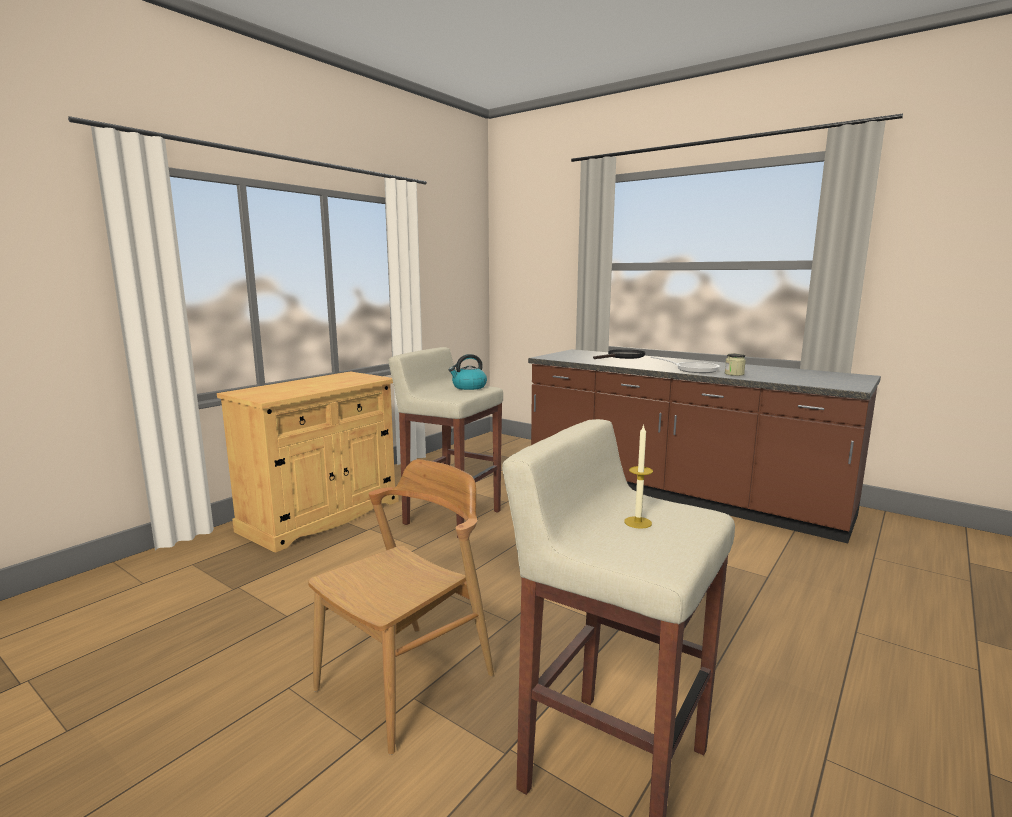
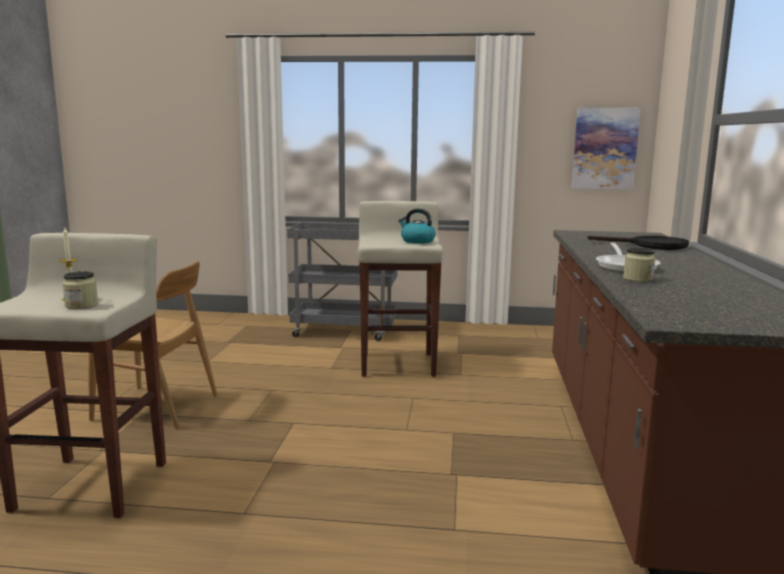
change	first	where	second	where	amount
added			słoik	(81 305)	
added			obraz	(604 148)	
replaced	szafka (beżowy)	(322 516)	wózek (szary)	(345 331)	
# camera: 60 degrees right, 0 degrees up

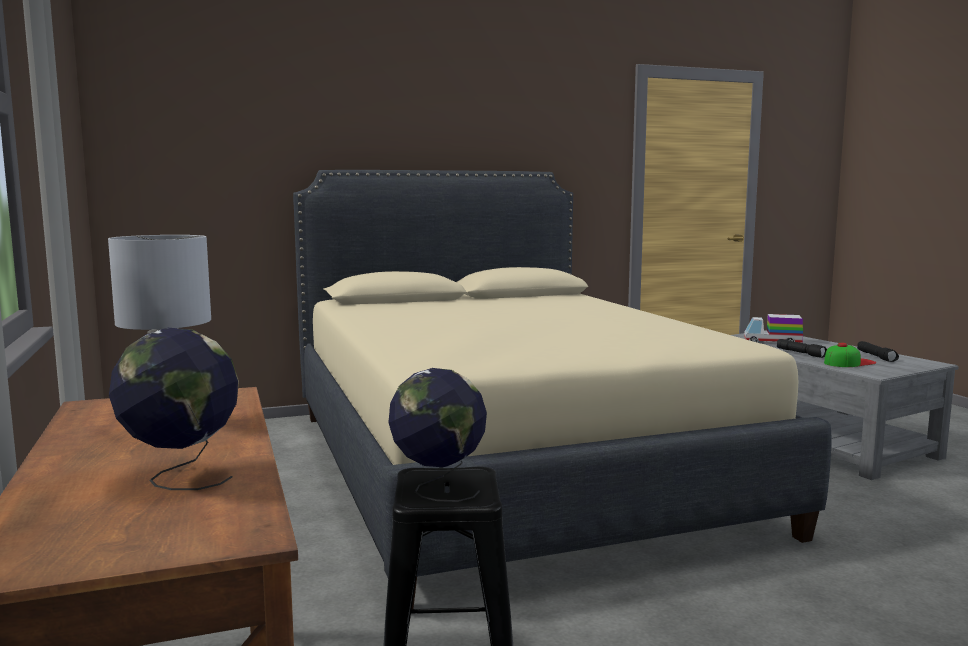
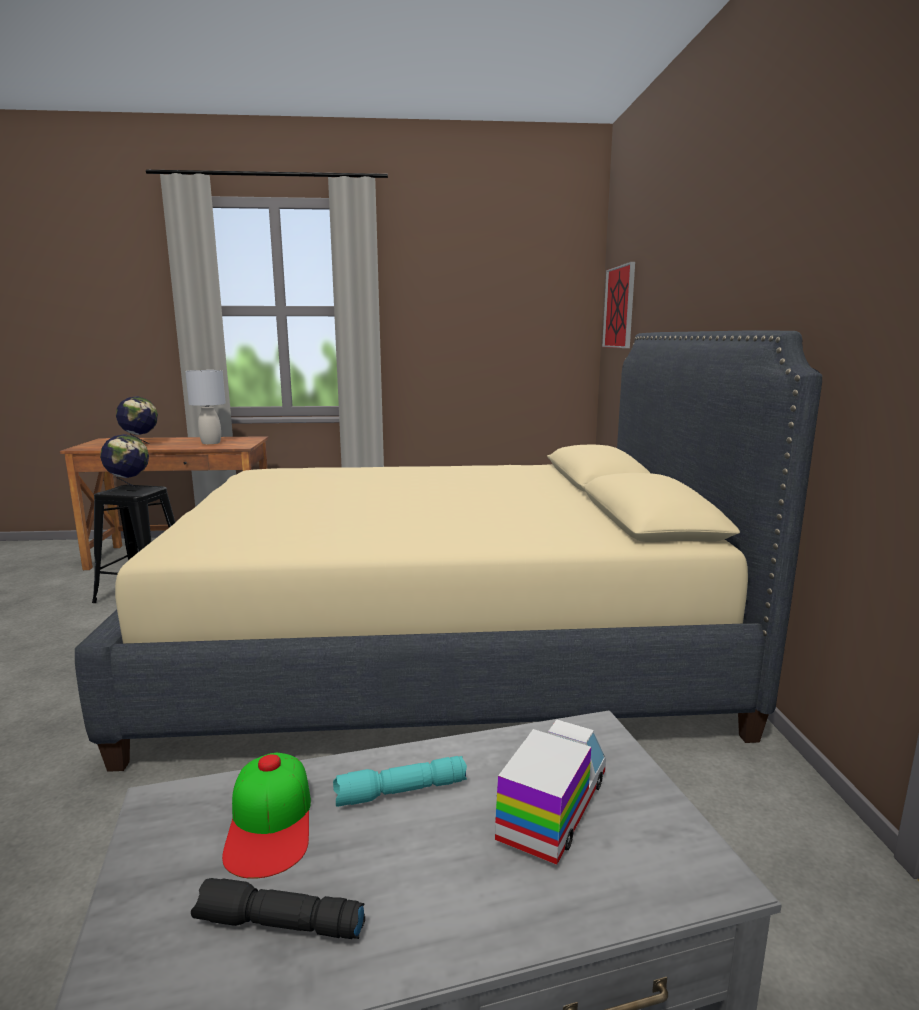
change	first	where	second	where	amount
added			obraz	(619 307)	
recoloured	latarka (czarny)	(801 353)	latarka (turkusowy)	(400 793)	
# camera: 105 degrees right, 5 degrees up

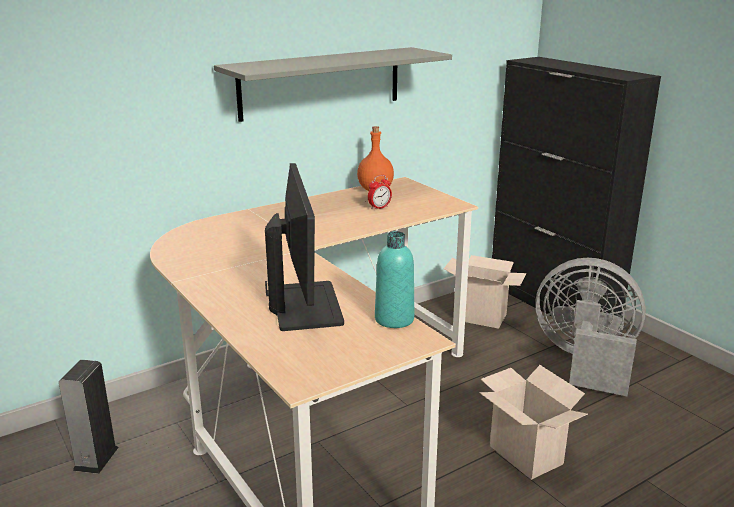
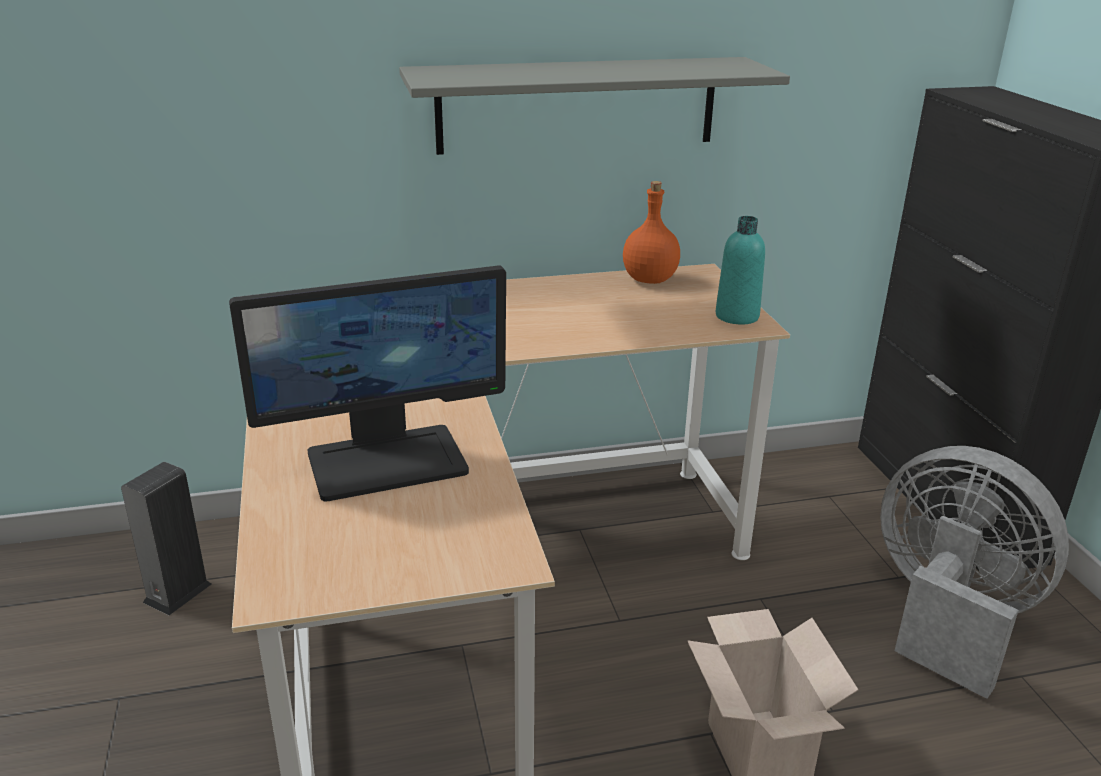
change	first	where	second	where	amount
removed	budzik	(379 207)			
removed	karton	(483 317)			
moved	butelka (turkusowy)	(394 319)		(737 316)	
turned	monitor	(304 305)		(387 460)	60 degrees clockwise
# camera: 20 degrees right, 5 degrees up

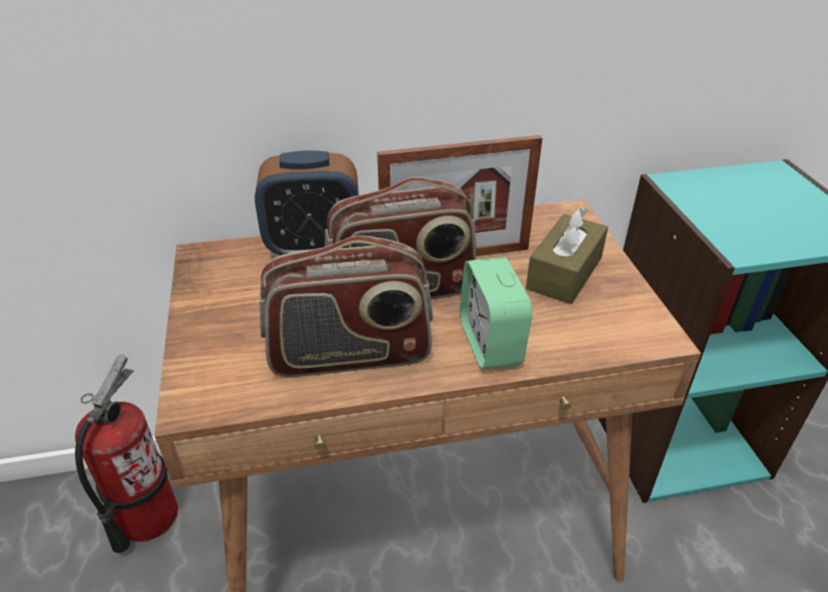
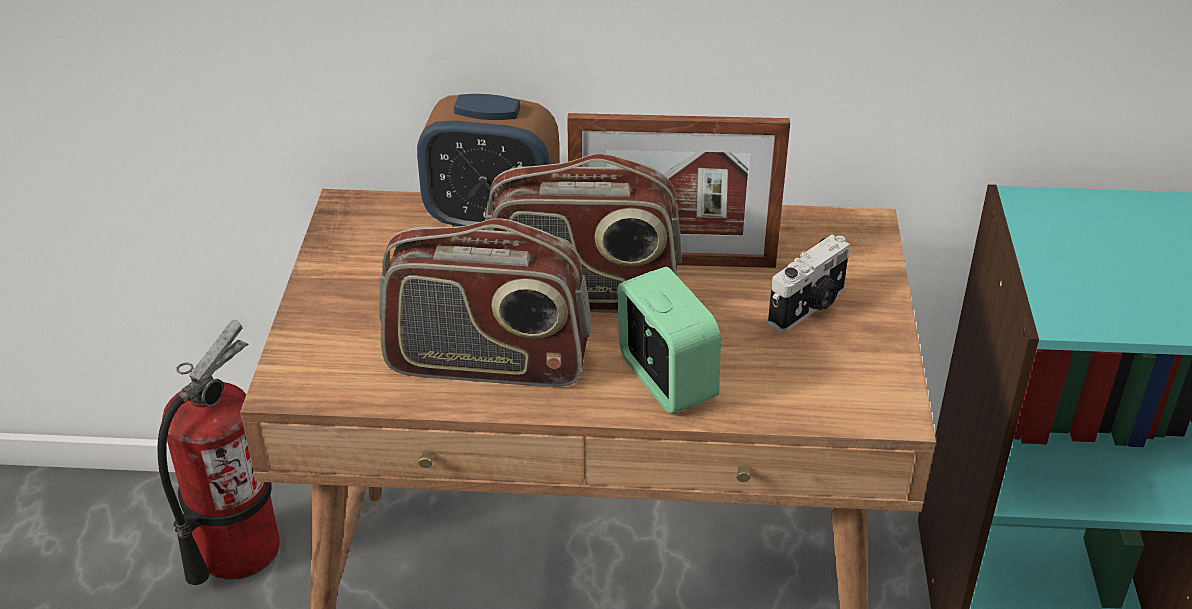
change	first	where	second	where	amount
replaced	pudełko chusteczek (brązowy)	(564 273)	aparat fotograficzny	(809 307)	
turned	budzik	(490 343)		(666 379)	150 degrees clockwise
# camera: 15 degrees right, 0 degrees up

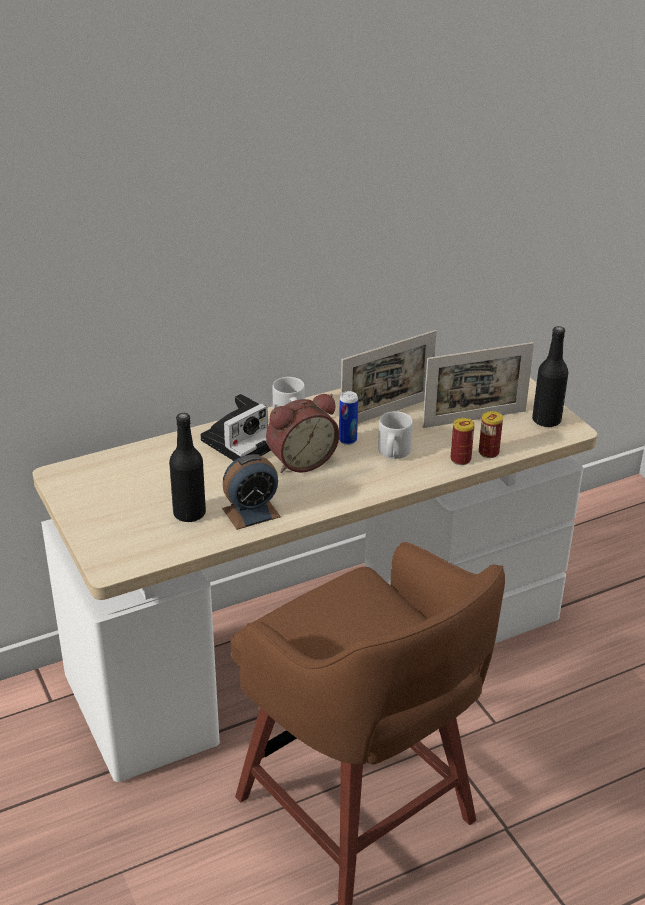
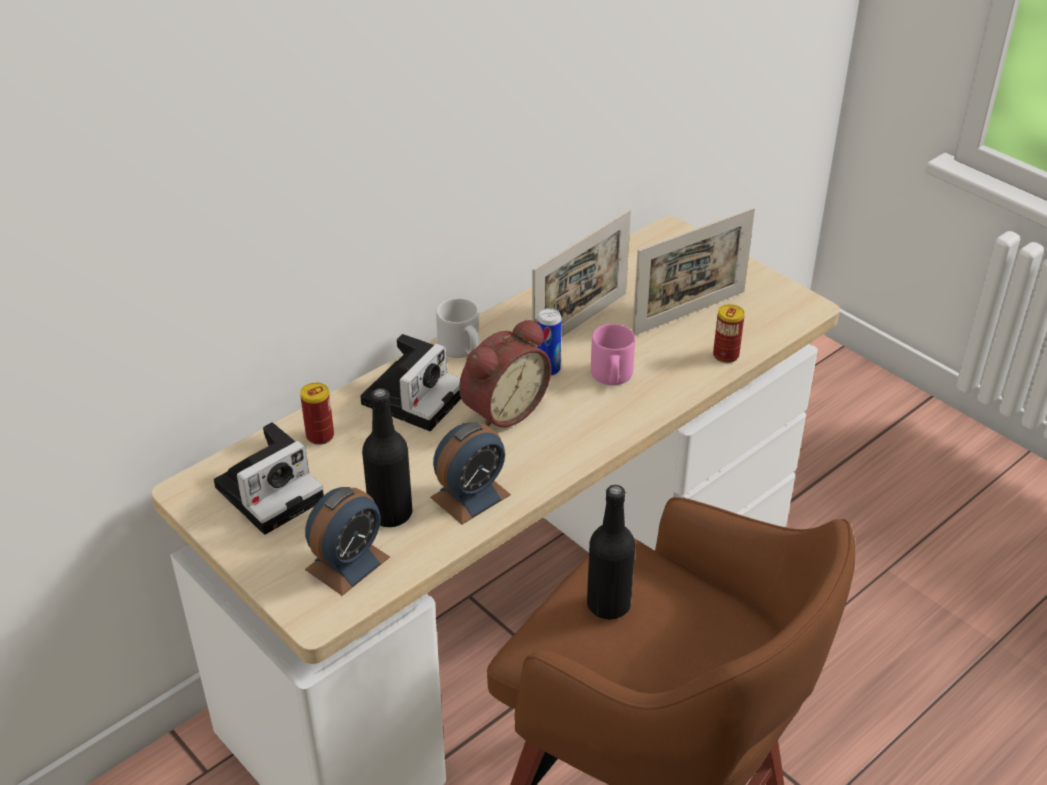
change	first	where	second	where	amount
added			aparat fotograficzny	(272 491)	
added			budzik	(347 563)	
moved	puszka	(460 459)		(320 436)	
moved	butelka (czarny)	(546 420)		(608 604)	
recoloured	kubek (szary)	(393 452)	kubek (różowy)	(611 376)	
# camera: 15 degrees left, 5 degrees up

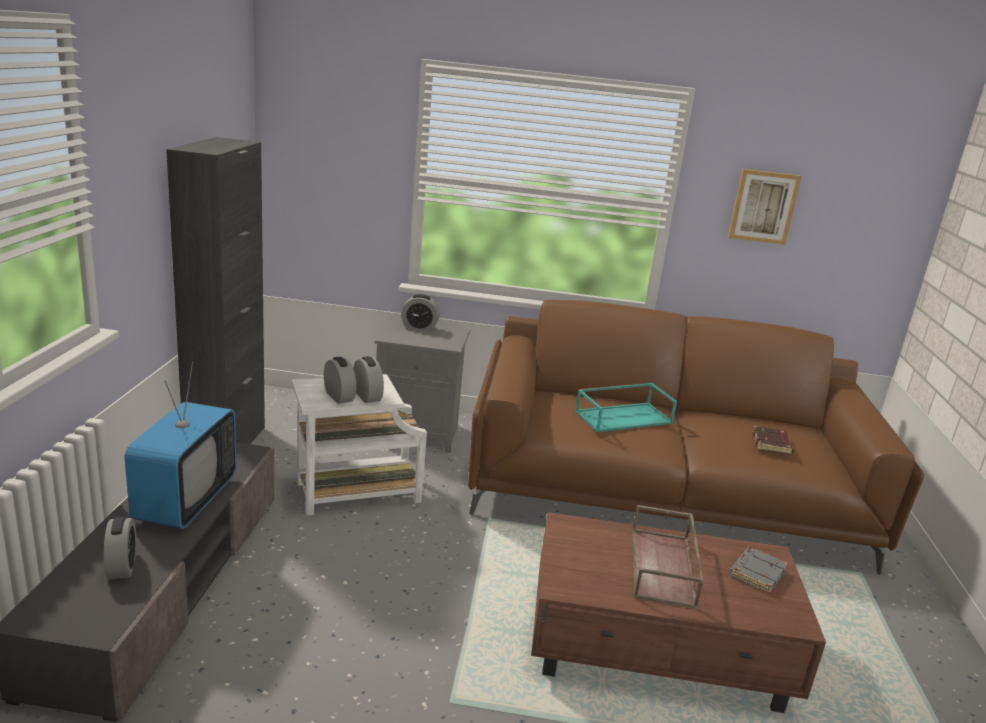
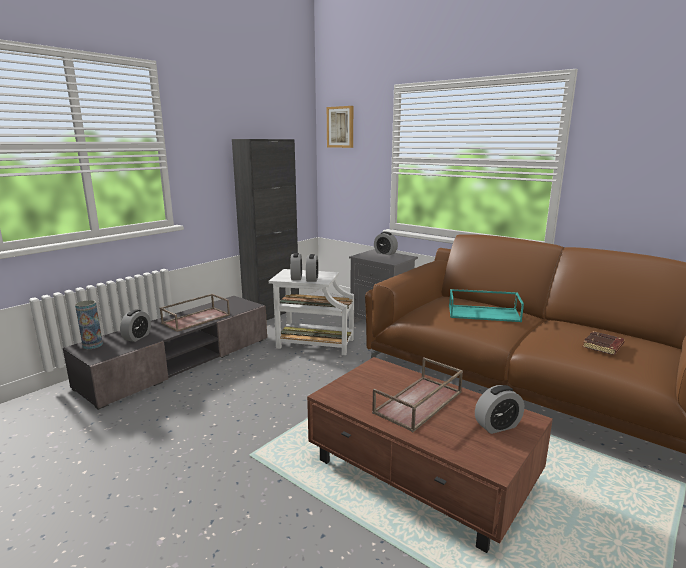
change	first	where	second	where	amount
added			wazon	(92 345)	
moved	obraz	(763 206)		(340 127)	
replaced	telewizor	(186 501)	taca (brązowy)	(196 319)	
replaced	książka (szary)	(756 573)	budzik	(497 426)	
# camera: 35 degrees right, 5 degrees down

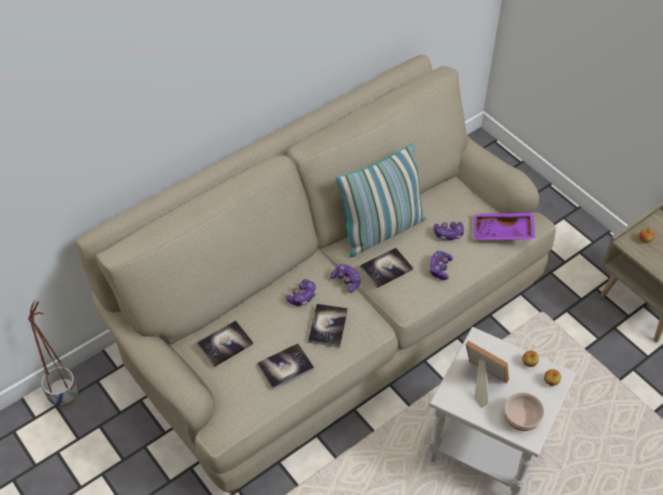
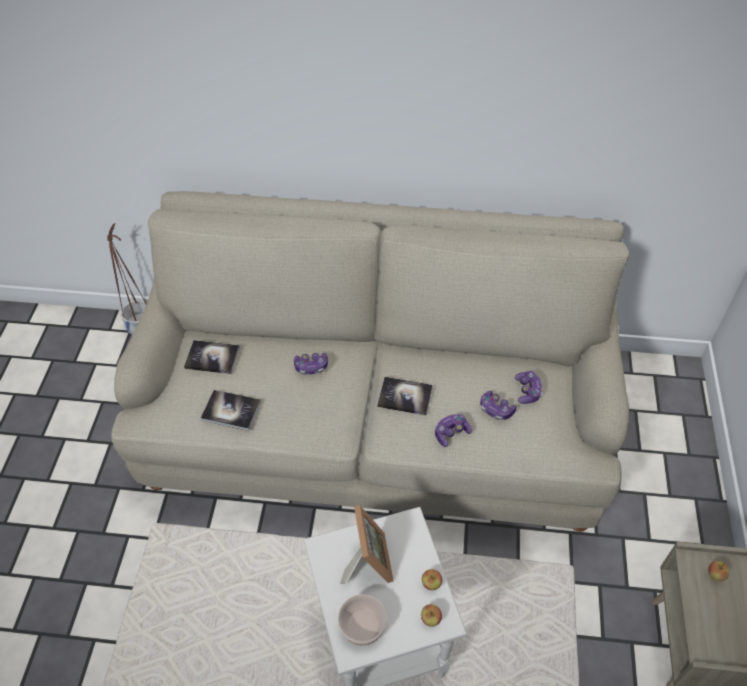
change	first	where	second	where	amount
removed	książka	(328 326)			
removed	poduszka	(382 231)			
removed	taca (fioletowy)	(502 233)			
moved	pad do gier	(346 281)		(527 391)	
# camera: 45 degrees right, 0 degrees up

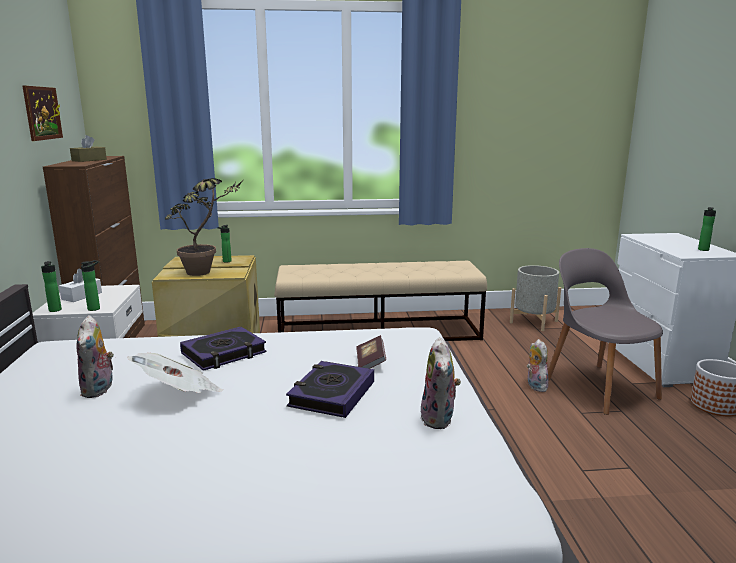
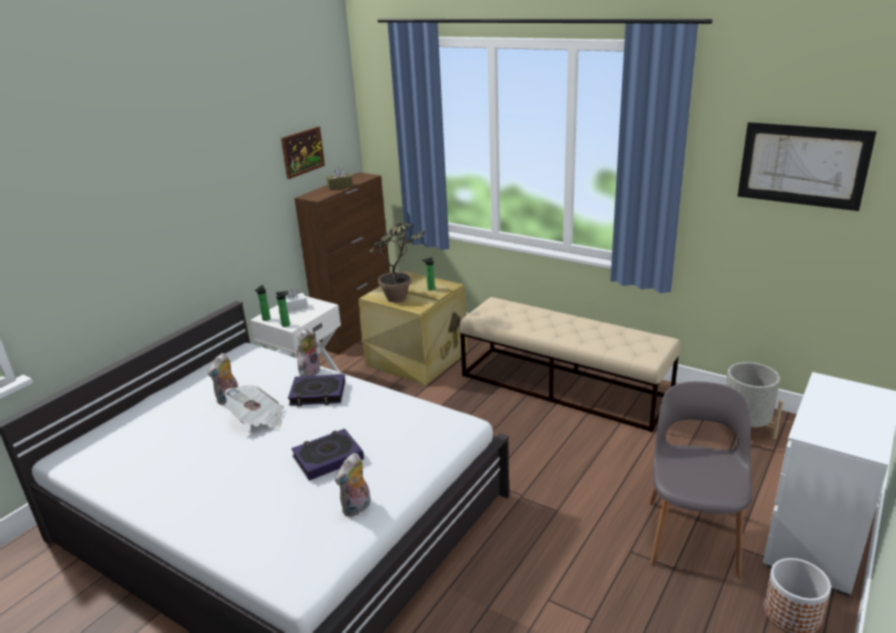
change	first	where	second	where	amount
removed	książka	(370 363)			
removed	butelka	(703 250)			
added			obraz	(802 165)	
moved	pluszak	(534 386)		(309 371)	
# camera: 40 degrees right, 10 degrees up

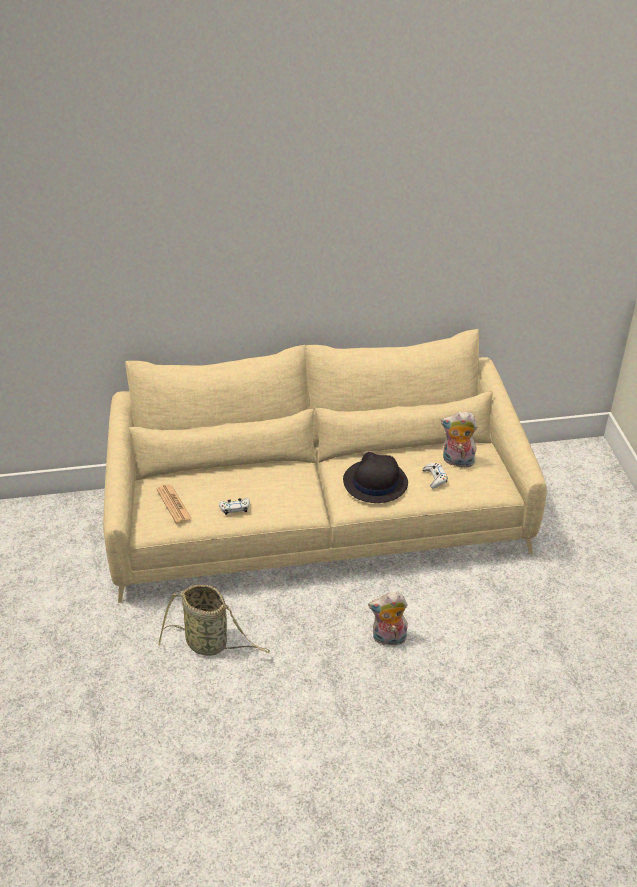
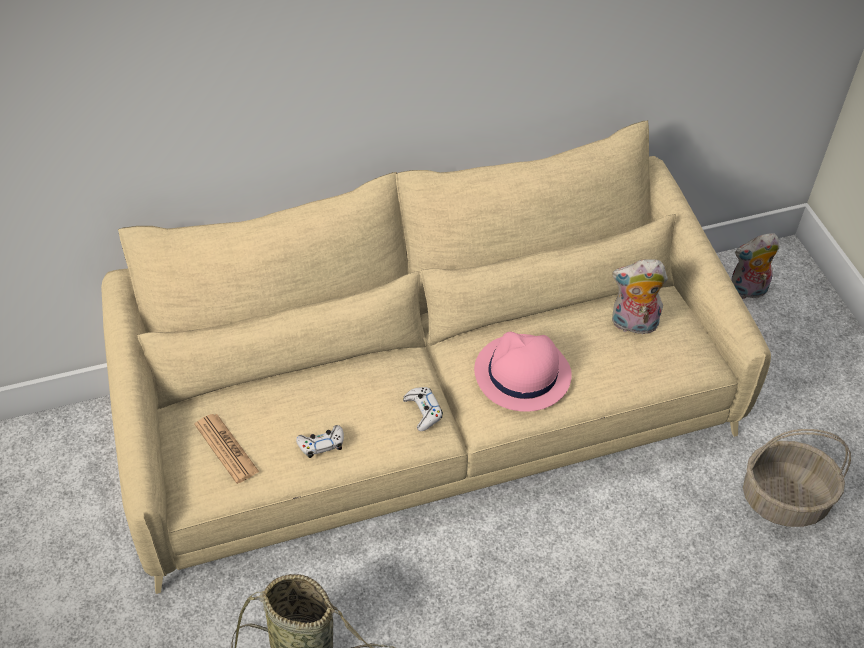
change	first	where	second	where	amount
added			koszyk	(785 499)	
moved	pluszak	(388 639)		(747 291)	
moved	pad do gier (biały)	(435 478)		(423 411)	
recoloured	kapelusz (czarny)	(375 482)	kapelusz (różowy)	(521 374)	
# camera: 10 degrees left, 10 degrees up

